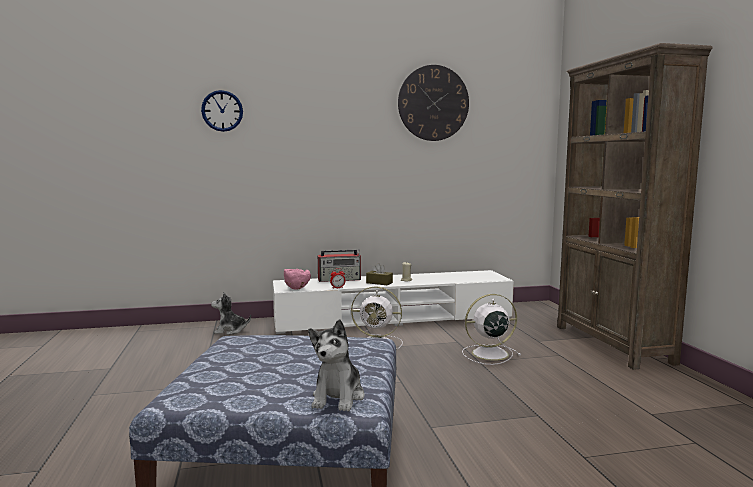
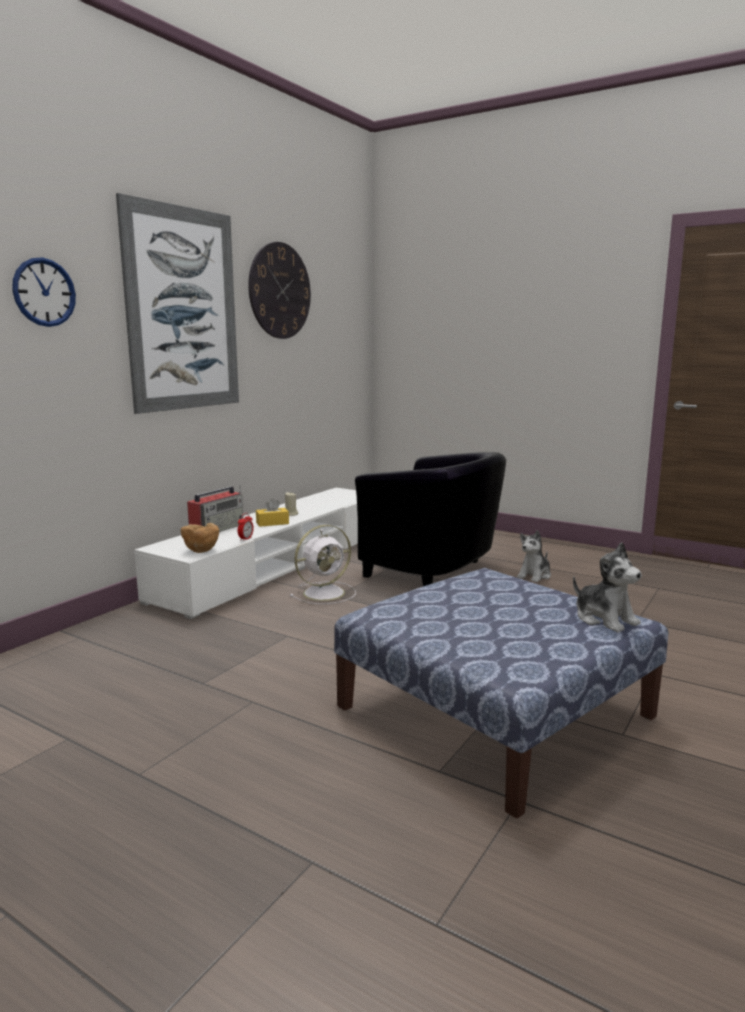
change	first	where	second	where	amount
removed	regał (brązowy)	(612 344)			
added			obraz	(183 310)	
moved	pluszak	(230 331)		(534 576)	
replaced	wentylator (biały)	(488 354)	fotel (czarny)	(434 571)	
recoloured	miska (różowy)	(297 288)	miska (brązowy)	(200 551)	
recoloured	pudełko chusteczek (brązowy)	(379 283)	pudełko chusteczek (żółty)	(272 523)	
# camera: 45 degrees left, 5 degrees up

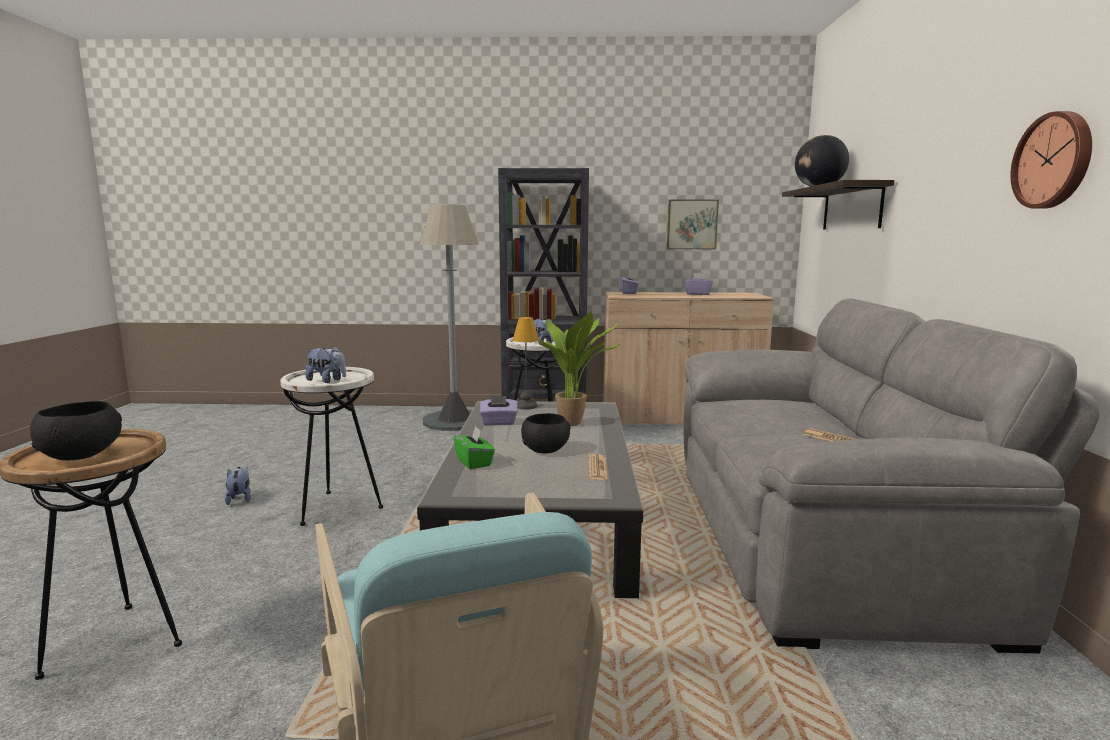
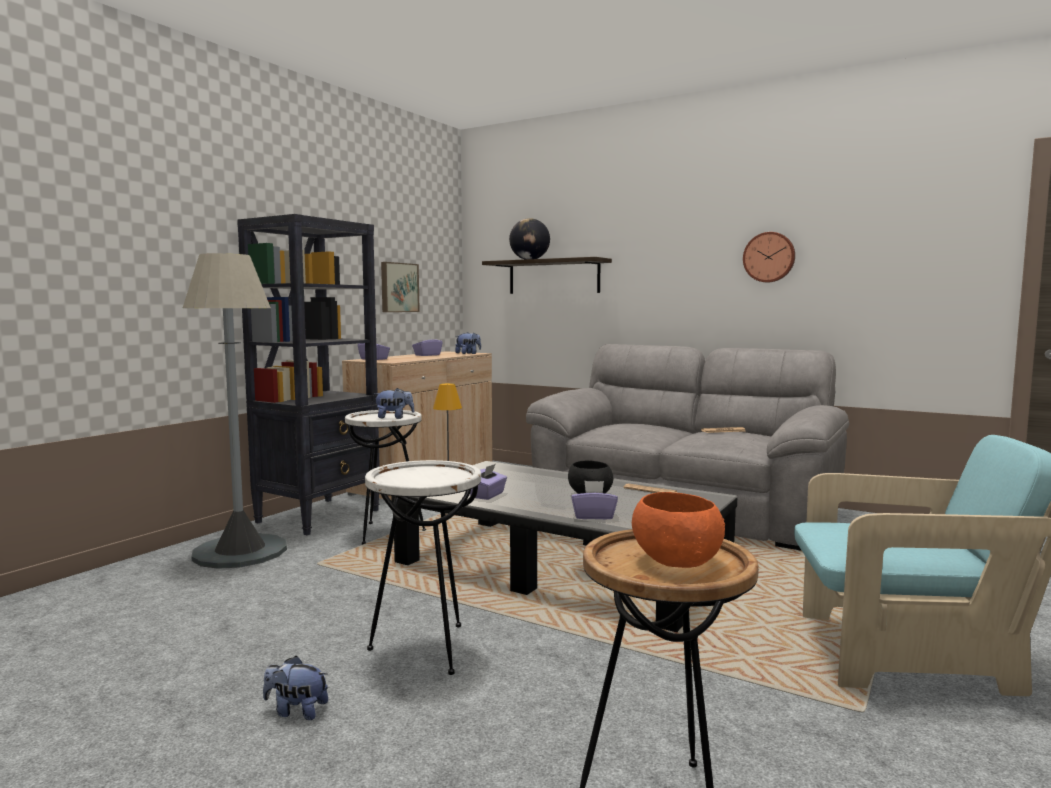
change	first	where	second	where	amount
removed	roślina doniczkowa	(574 423)			
moved	pluszak	(327 381)		(468 353)	
recoloured	miska (czarny)	(83 455)	miska (pomarańczowy)	(675 561)	
recoloured	pudełko chusteczek (zielony)	(474 462)	pudełko chusteczek (fioletowy)	(593 516)	
# camera: 60 degrees left, 5 degrees down

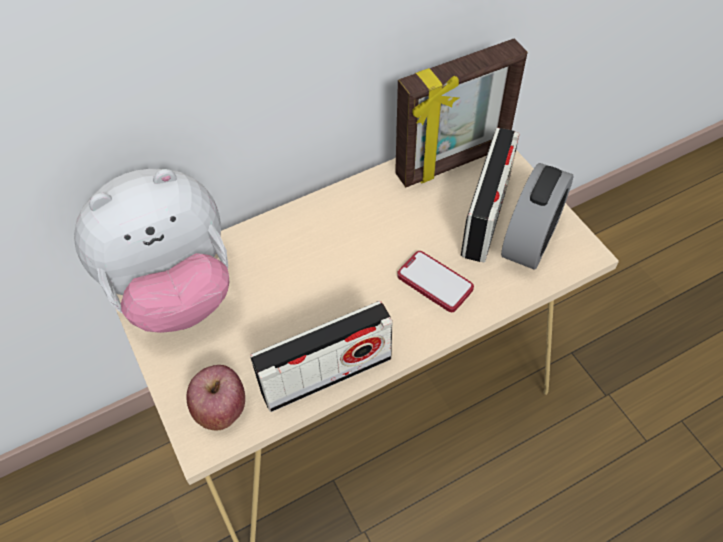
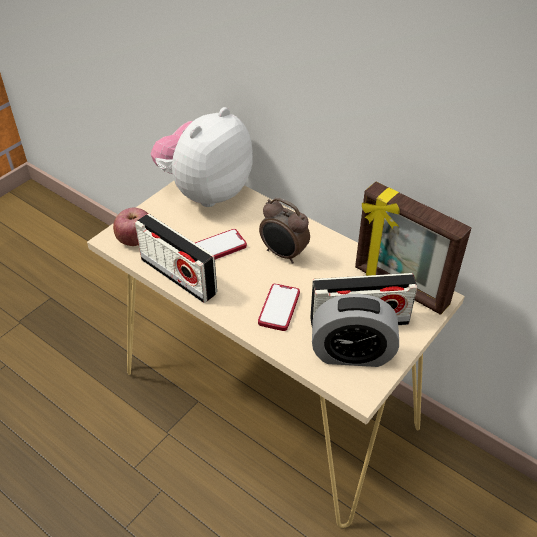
change	first	where	second	where	amount
added			telefon	(219 247)	
added			budzik	(283 254)	
turned	pluszak	(174 291)		(205 192)	90 degrees clockwise
# camera: 65 degrees right, 10 degrees down

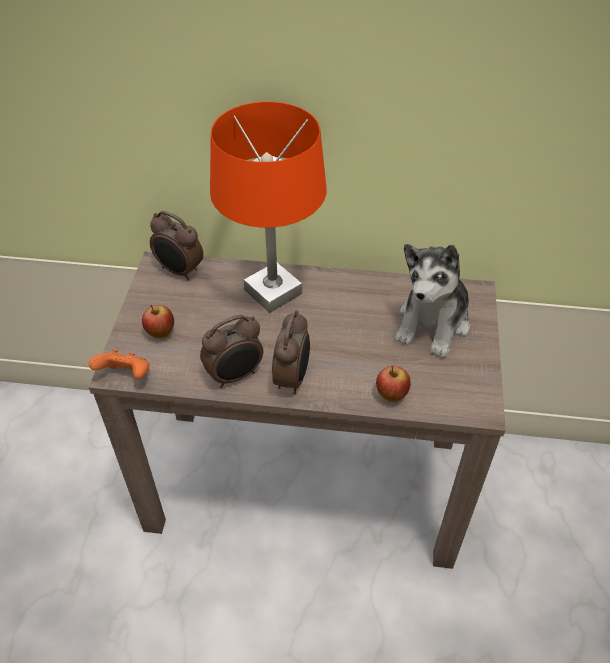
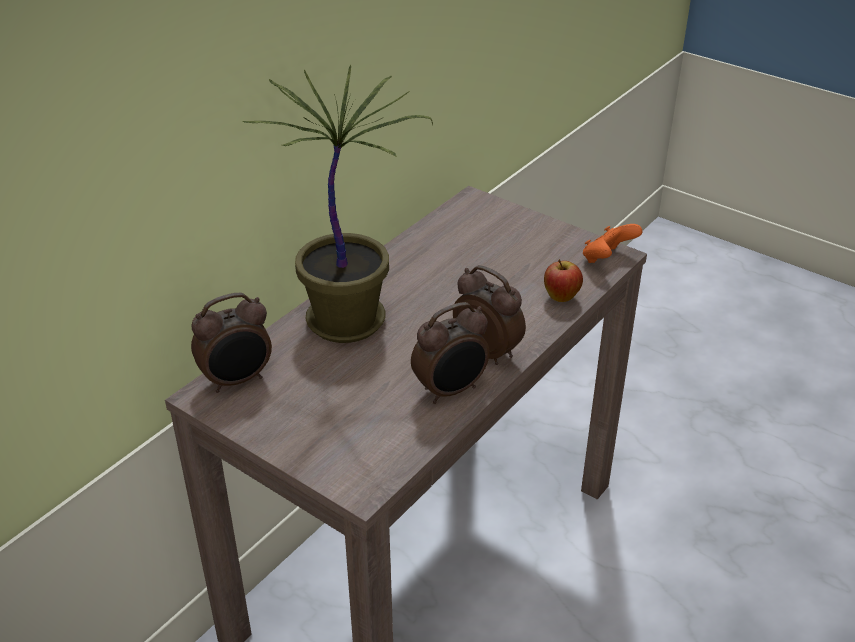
change	first	where	second	where	amount
removed	jabłko	(160 333)			
removed	pluszak	(433 323)			
moved	pad do gier (pomarańczowy)	(126 376)		(607 259)	
replaced	lampa stołowa (pomarańczowy)	(273 292)	roślina doniczkowa	(349 320)	
turned	budzik	(235 376)		(451 390)	60 degrees clockwise
# camera: 60 degrees left, 10 degrees down

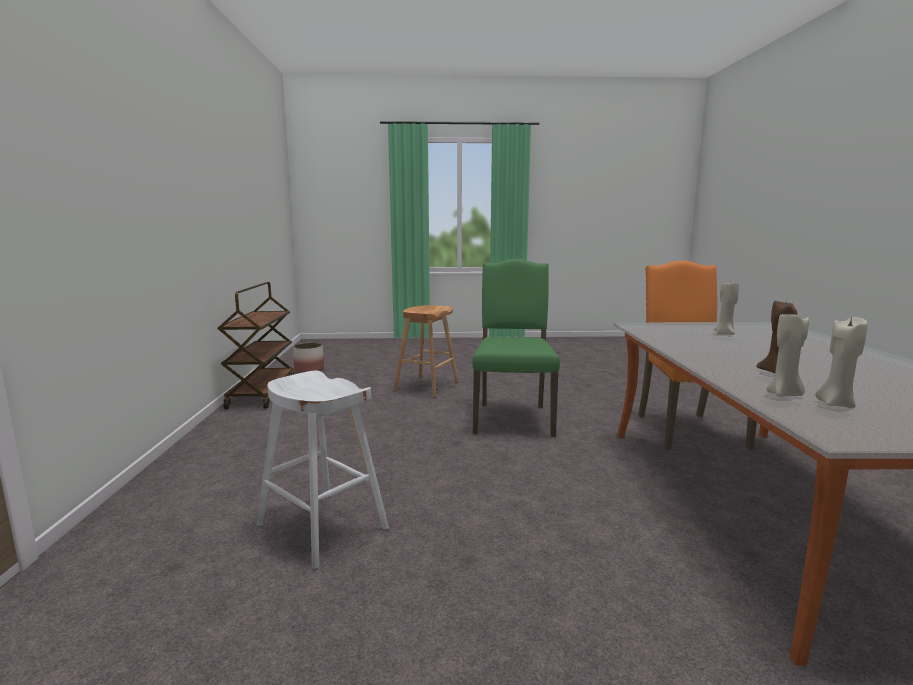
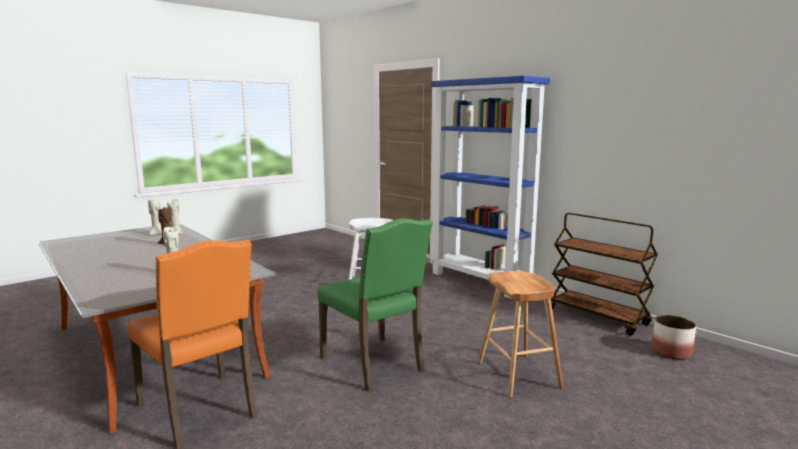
change	first	where	second	where	amount
added			regał (niebieski)	(481 281)	
# camera: 140 degrees right, 0 degrees up

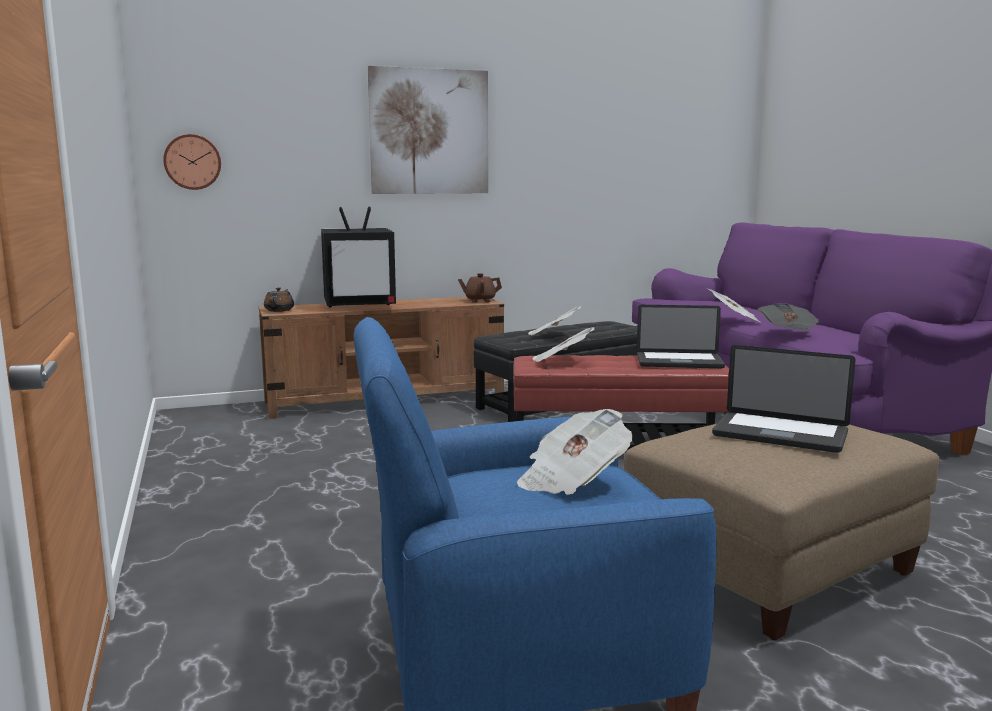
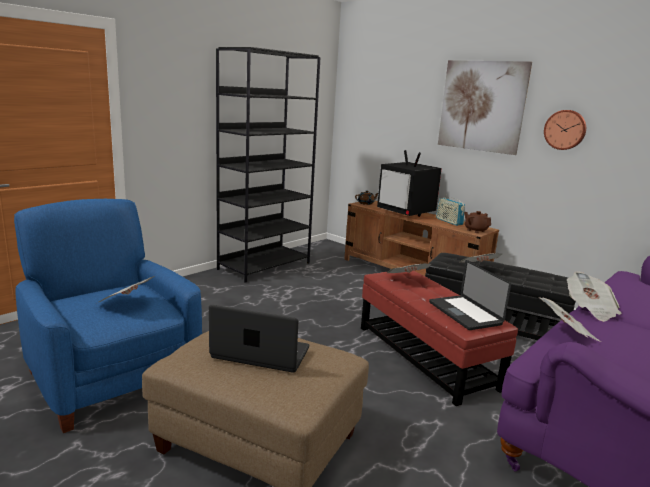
change	first	where	second	where	amount
added			regał (czarny)	(264 266)	
added			radio	(449 221)	
moved	zegar ścienny	(192 162)		(565 129)	
turned	laptop	(780 434)		(260 353)	105 degrees clockwise
# camera: 60 degrees right, 5 degrees up

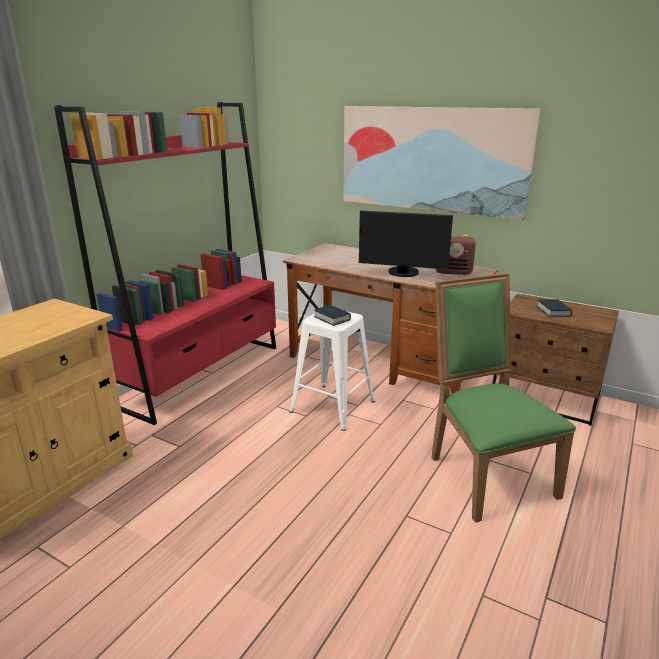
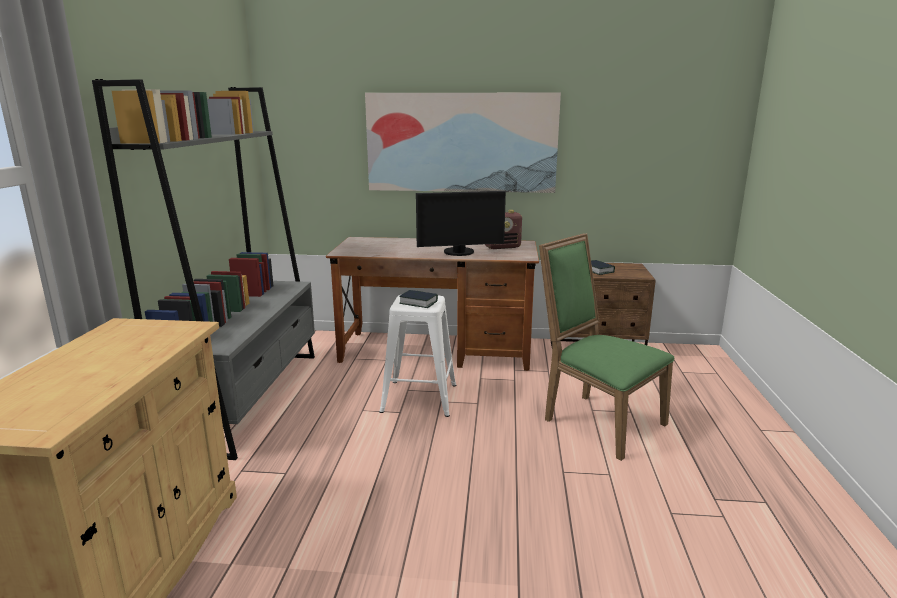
change	first	where	second	where	amount
recoloured	regał (czerwony)	(202 374)	regał (szary)	(250 398)	
# camera: 25 degrees left, 5 degrees down

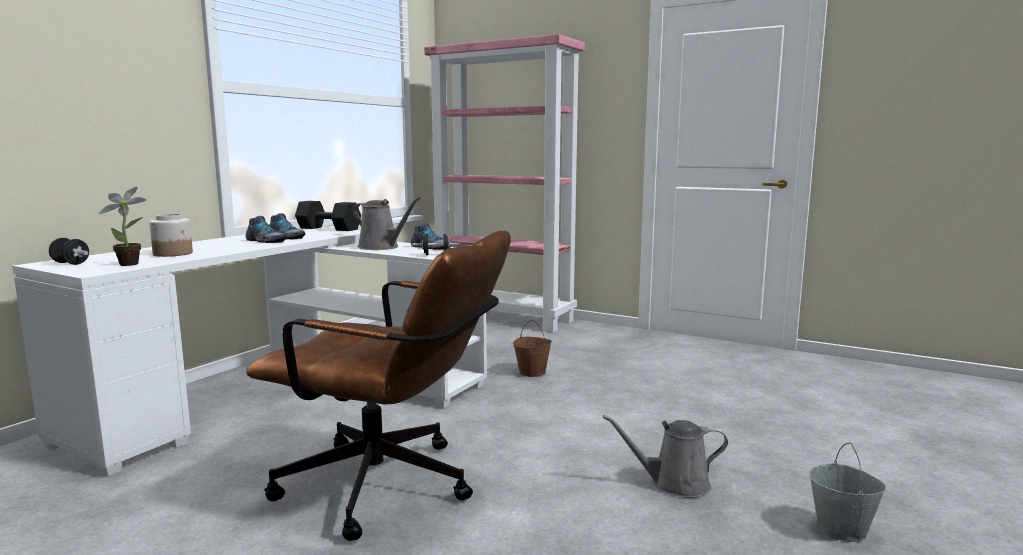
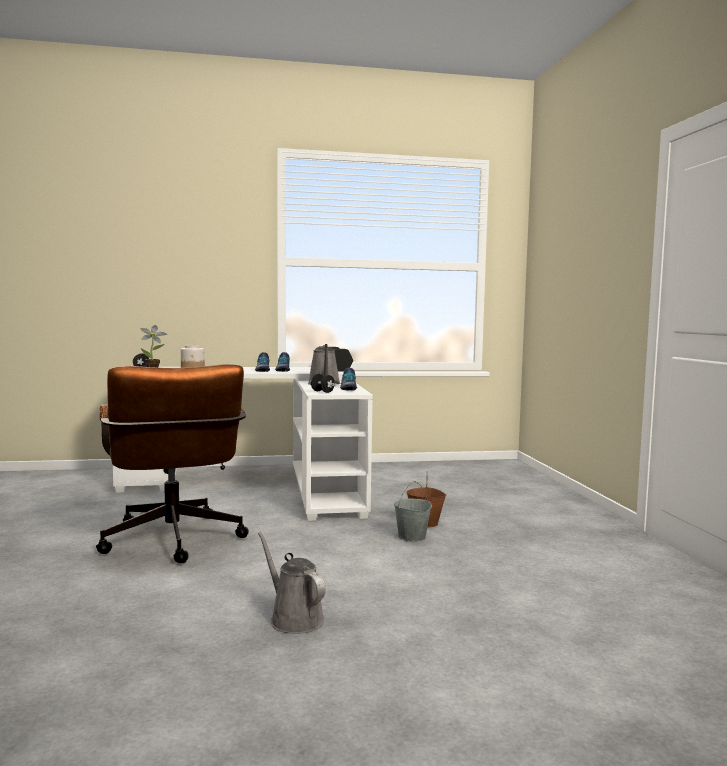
change	first	where	second	where	amount
removed	regał (różowy)	(505 318)			
moved	wiadro (szary)	(842 529)		(412 537)	
# camera: 50 degrees right, 5 degrees down

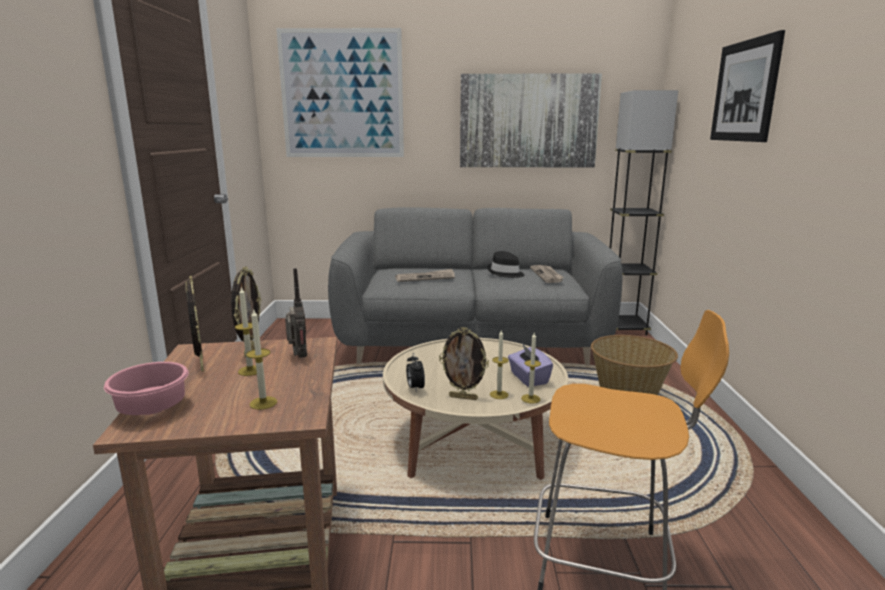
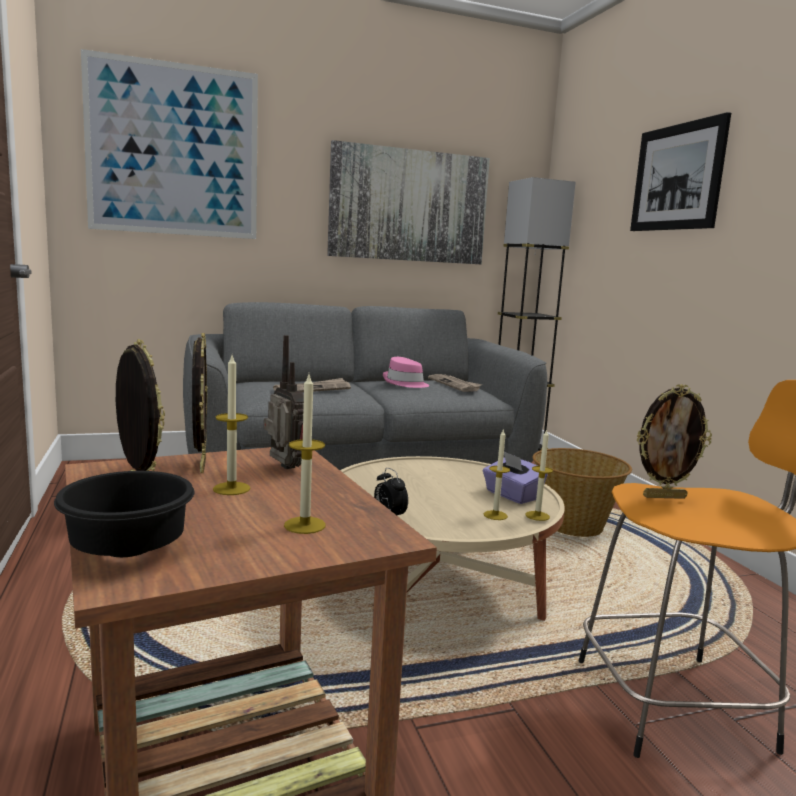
change	first	where	second	where	amount
moved	ramka na zdjęcie	(463 397)		(664 497)	
recoloured	miska (różowy)	(155 408)	miska (czarny)	(131 548)	
recoloured	kapelusz (czarny)	(505 273)	kapelusz (różowy)	(405 383)	
# camera: 20 degrees left, 5 degrees down

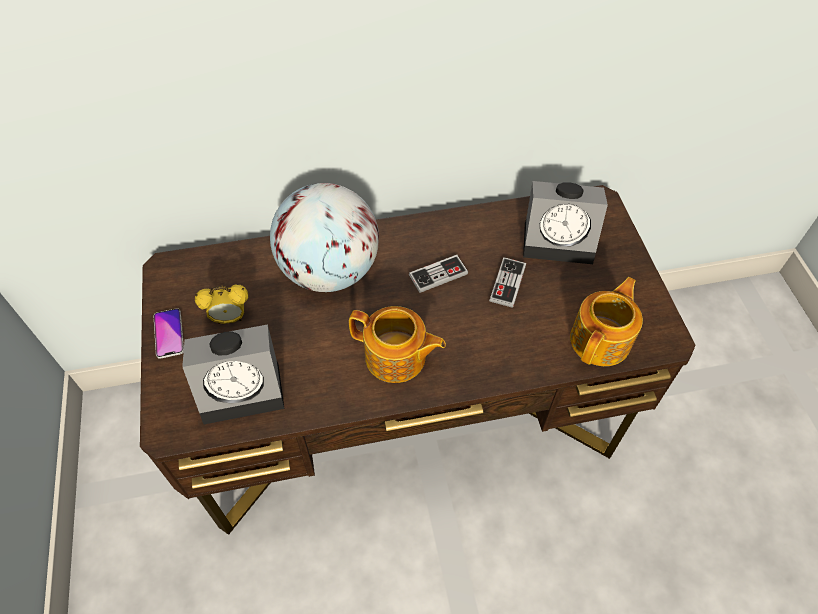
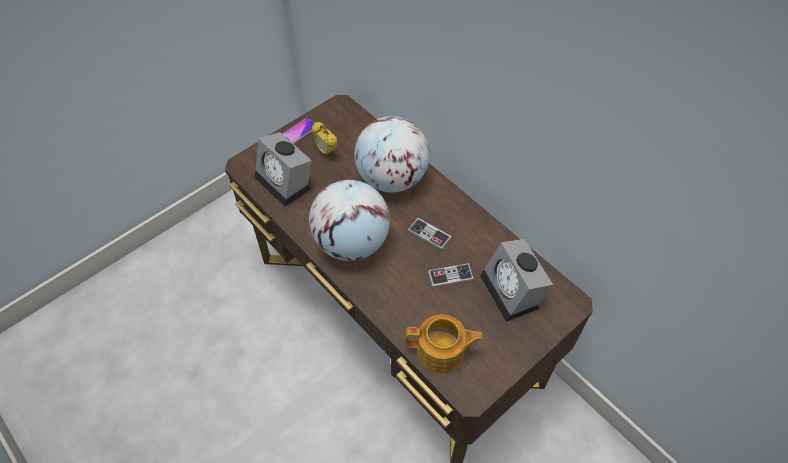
change	first	where	second	where	amount
replaced	imbryk	(396 357)	globus	(351 242)	
# camera: 60 degrees right, 0 degrees up

